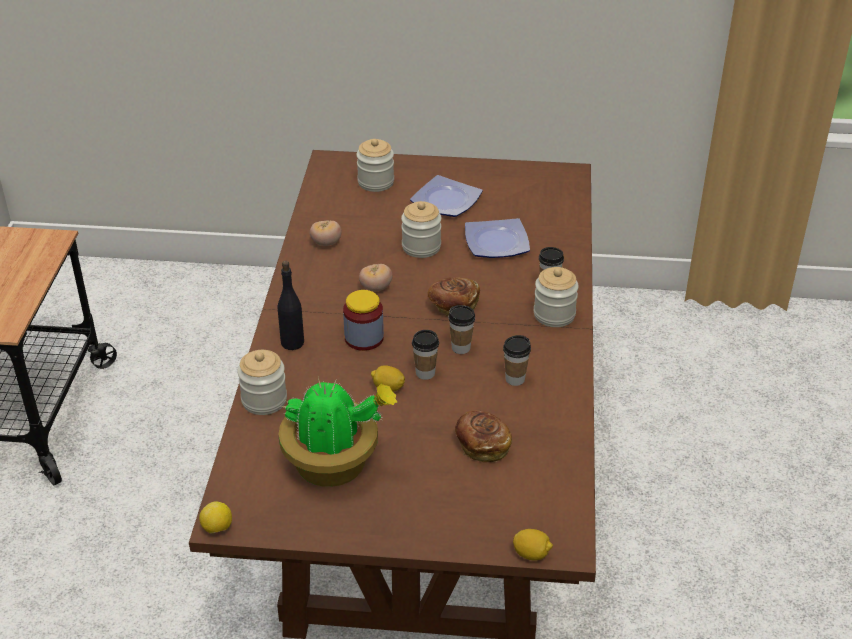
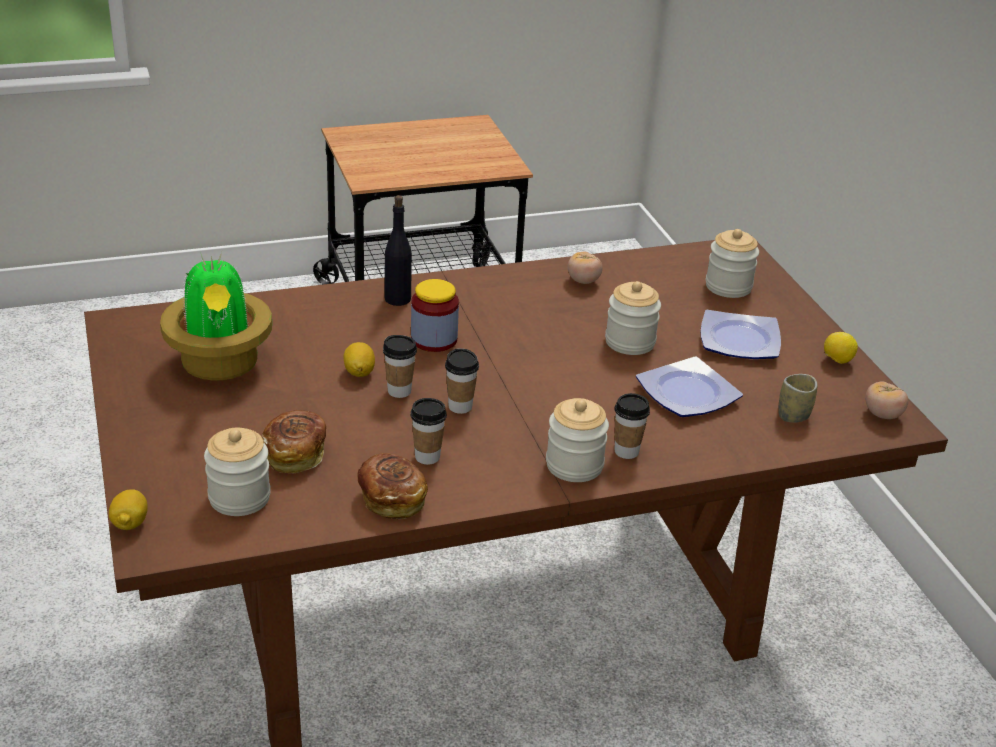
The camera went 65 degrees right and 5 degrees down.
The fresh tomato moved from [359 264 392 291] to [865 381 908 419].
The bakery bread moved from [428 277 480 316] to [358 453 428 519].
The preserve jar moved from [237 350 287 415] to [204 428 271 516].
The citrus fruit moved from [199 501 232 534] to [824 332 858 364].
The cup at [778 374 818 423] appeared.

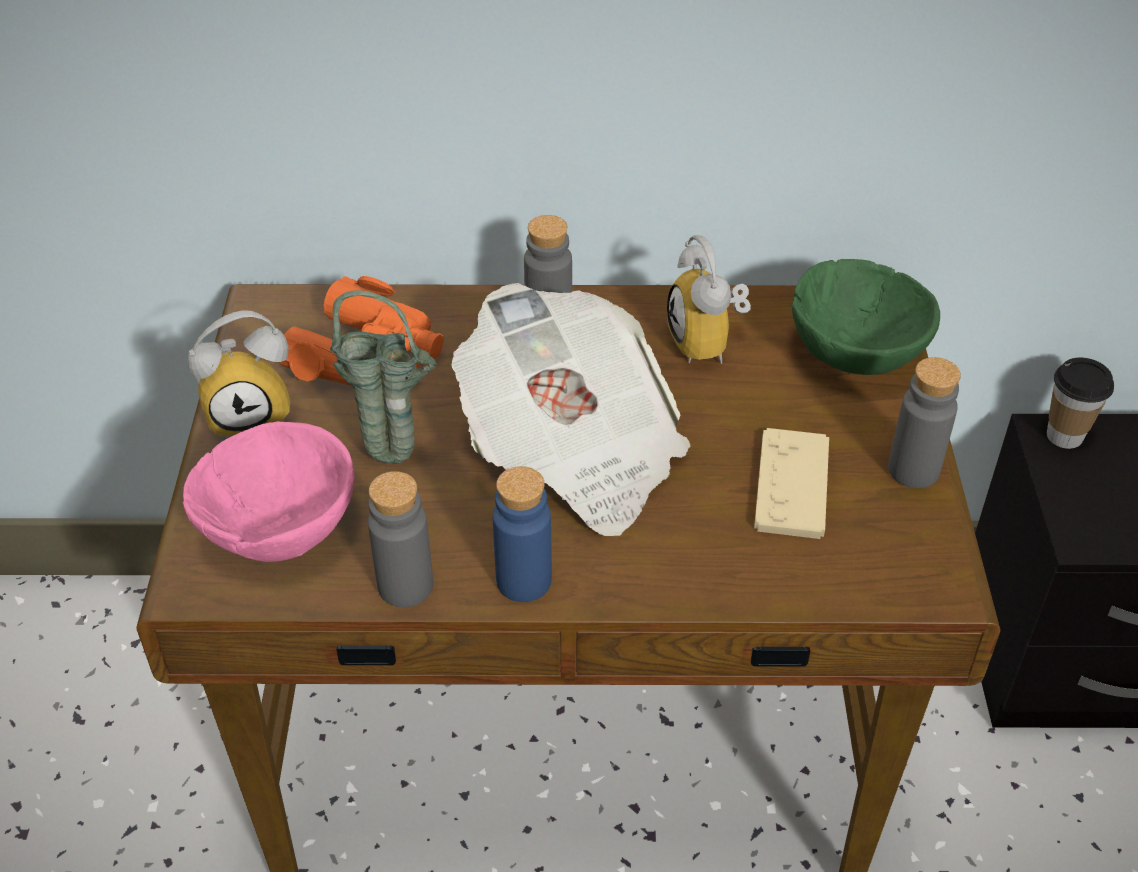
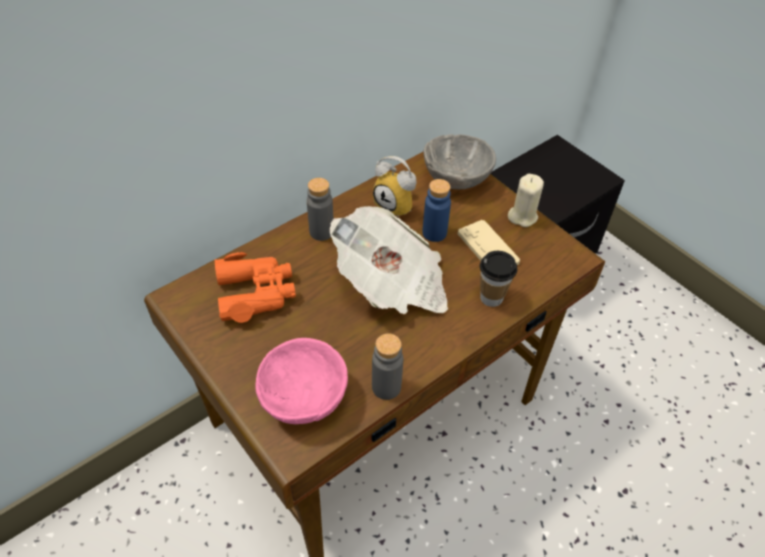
The camera went 40 degrees left and 5 degrees up.
The green-coloured deep dish at [792 259 940 375] became the greyish deep dish at [423 134 496 189].
The green-coloured vase at [330 290 436 464] disappeared.
The alarm clock at [188 310 290 440] disappeared.
The greyish bottle at [888 357 961 488] was replaced by the beige wax candle at [508 174 544 227].
The cup moved from [1047 358 1114 449] to [480 251 517 307].
The blue-coloured bottle moved from [493 466 552 602] to [422 179 451 242].

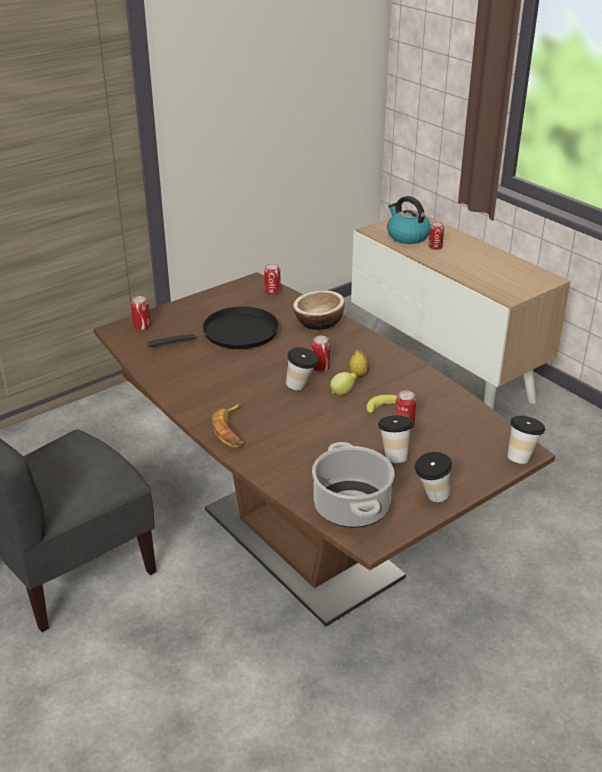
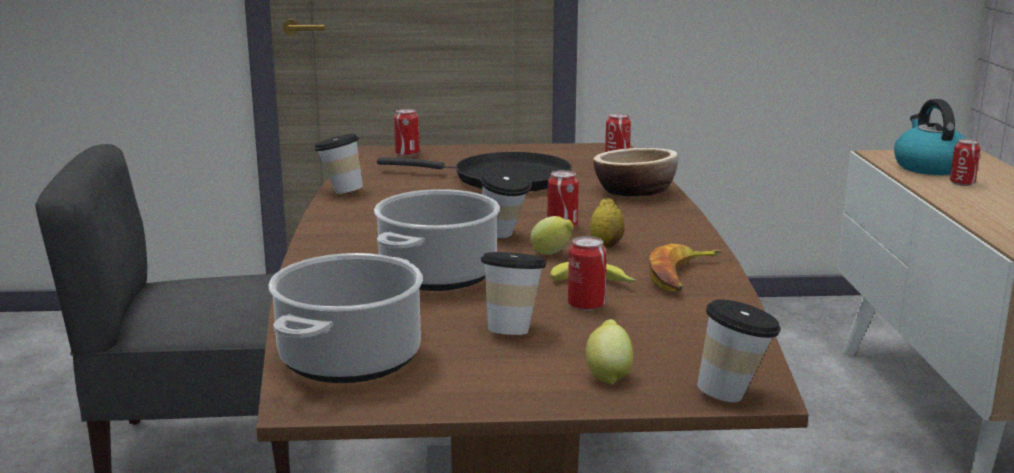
The camera went 35 degrees right and 15 degrees down.
The banana fruit moved from [212 404 243 447] to [649 244 722 292].
The cup moved from [414 452 452 502] to [314 134 363 194].
The stockpot at [374 189 500 291] appeared.
The citrus fruit at [586 319 633 384] appeared.

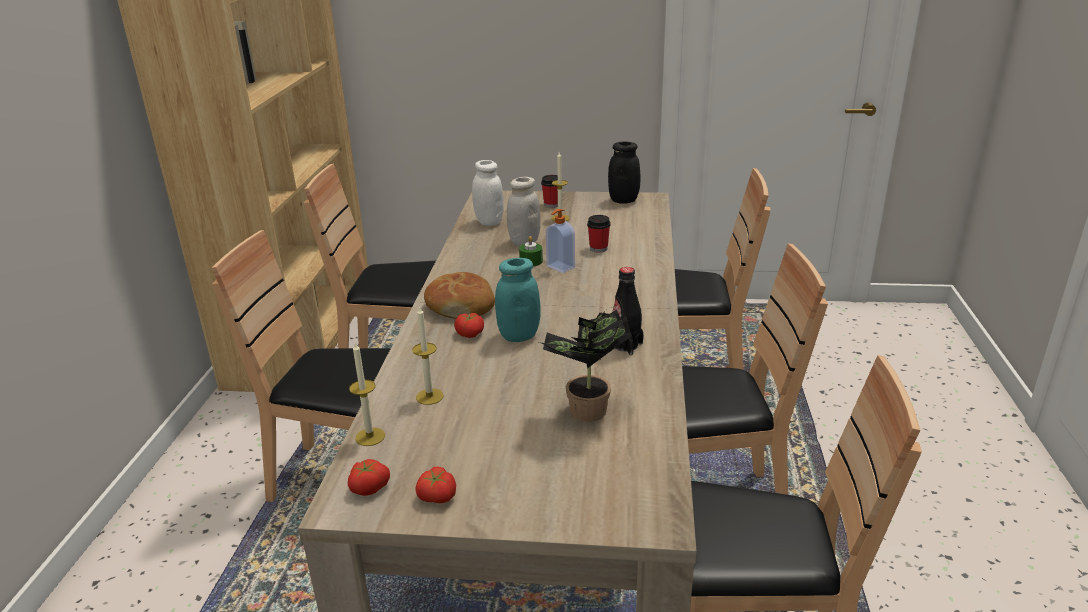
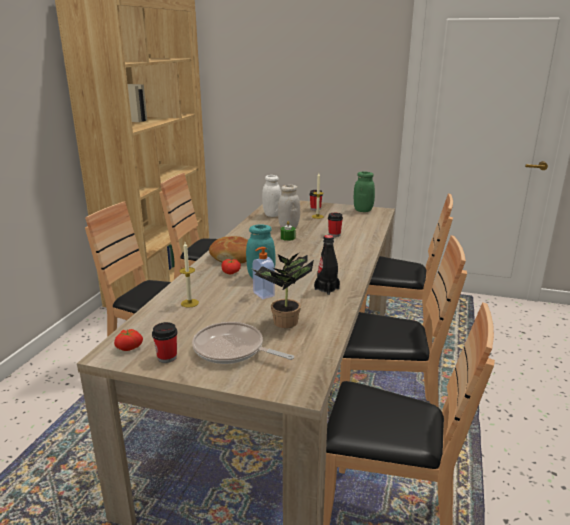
The camera went 10 degrees right and 5 degrees down.
The black-coloured preserve jar at [608 141 640 204] became the green-coloured preserve jar at [354 171 375 212].
The liquid soap bottle moved from [546 209 575 273] to [252 247 275 299].
The wax candle at [349 342 385 446] disappeared.
The fresh tomato at [415 466 456 503] was replaced by the cup at [152 322 177 363].
The frying pan at [192 322 294 364] appeared.

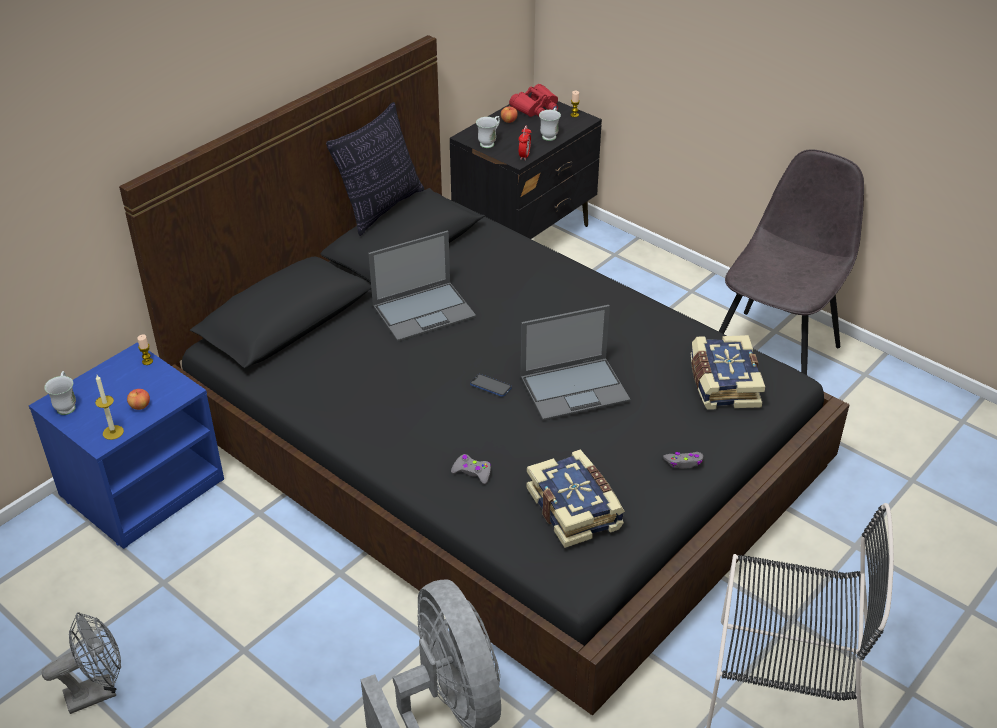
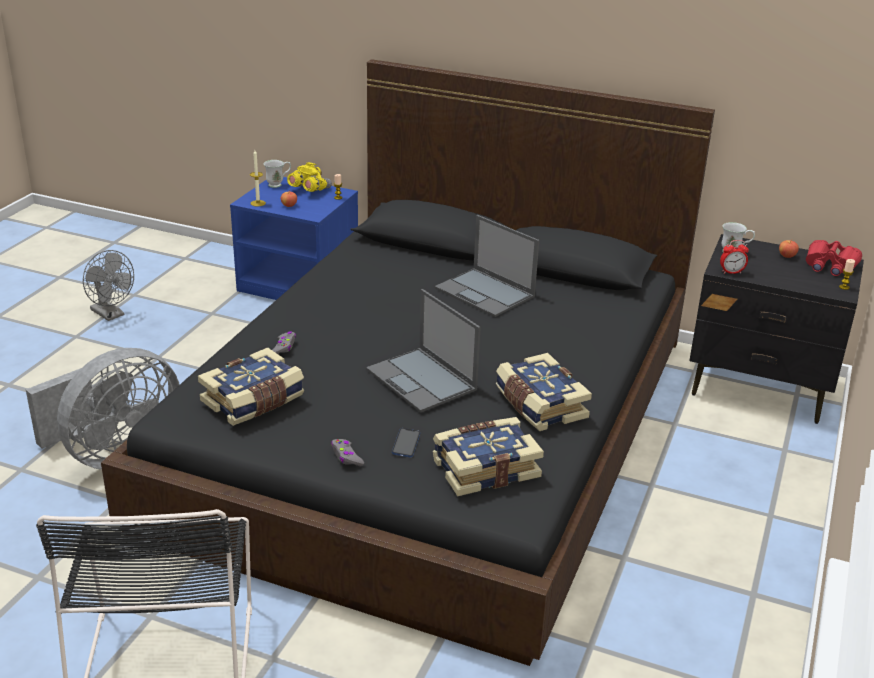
The camera went 70 degrees right and 10 degrees down.
The cushion at [326 102 424 236] disappeared.
The white-coloured coffee mug at [539 108 561 141] disappeared.
The greyish plain chair at [719 149 864 375] disappeared.
The phone moved from [470 374 512 397] to [392 428 420 457].
The yellow-coloured field glasses at [287 162 332 192] appeared.
The volume at [495 353 592 431] appeared.

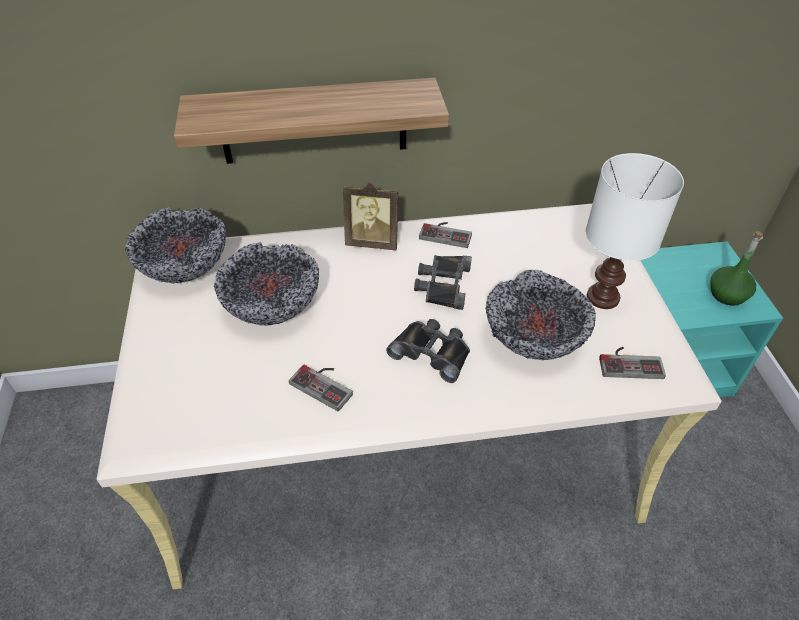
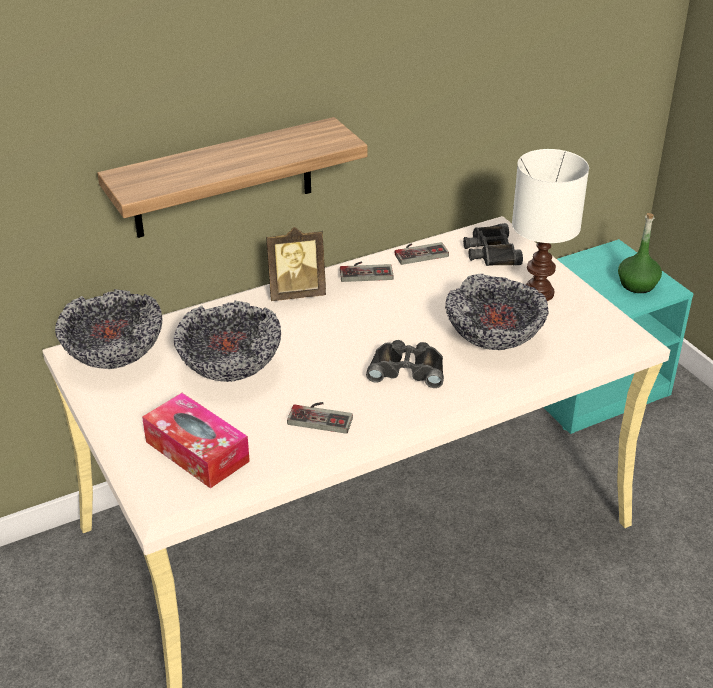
The camera went 20 degrees left and 10 degrees down.
The black-coloured field glasses moved from [414 255 472 310] to [463 223 523 266].
The joypad moved from [599 347 666 379] to [395 242 449 265].
The tissue holder at [142 393 250 488] appeared.

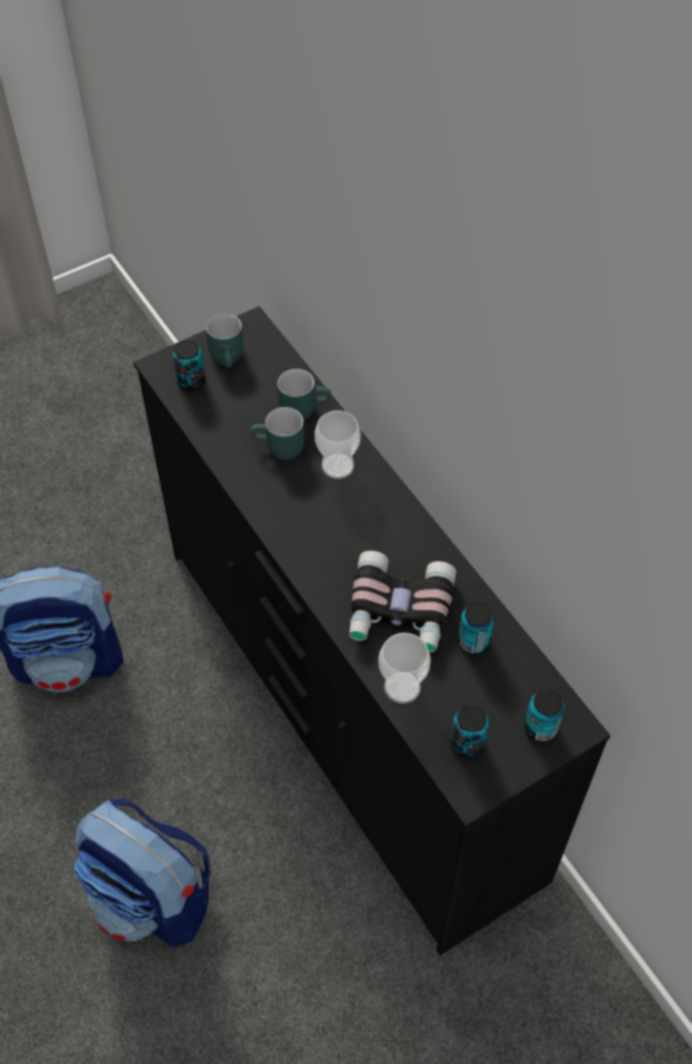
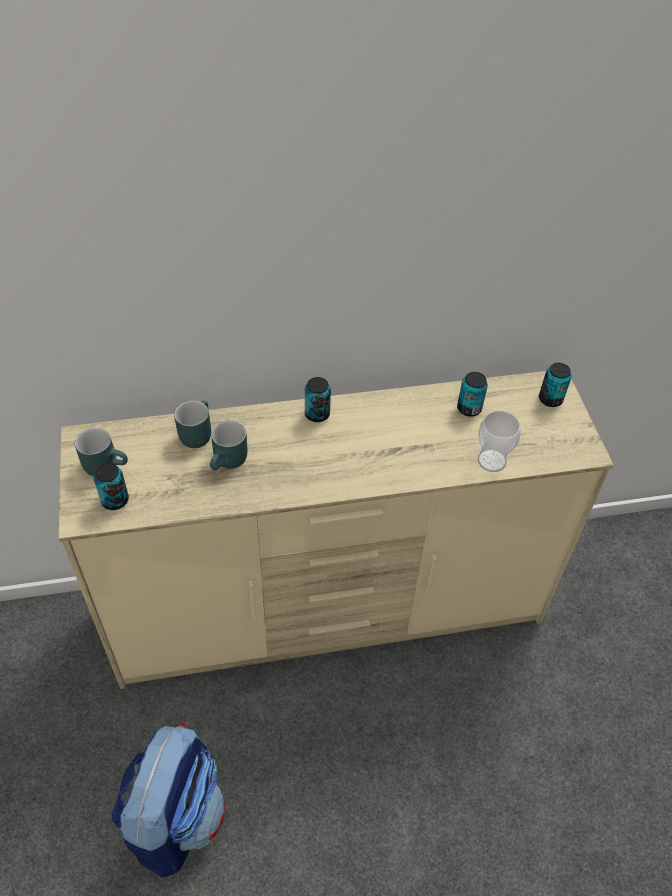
The camera went 70 degrees left and 5 degrees down.
The black-coloured dresser at [133 306 611 956] became the beige dresser at [58 371 614 689].
The cup at [315 410 361 479] disappeared.
The field glasses at [349 551 456 652] disappeared.
The metal can moved from [451 705 489 758] to [305 377 331 422].
The backpack at [74 798 211 947] disappeared.

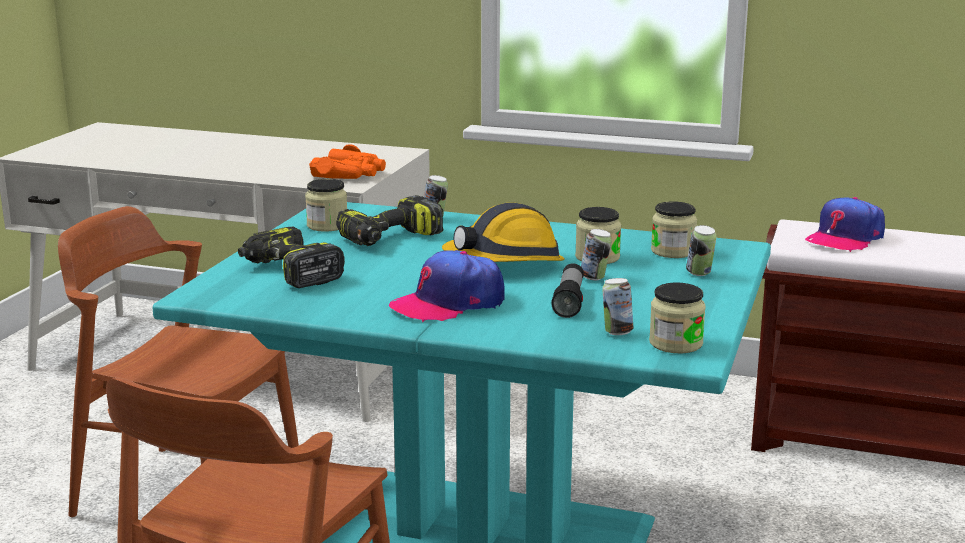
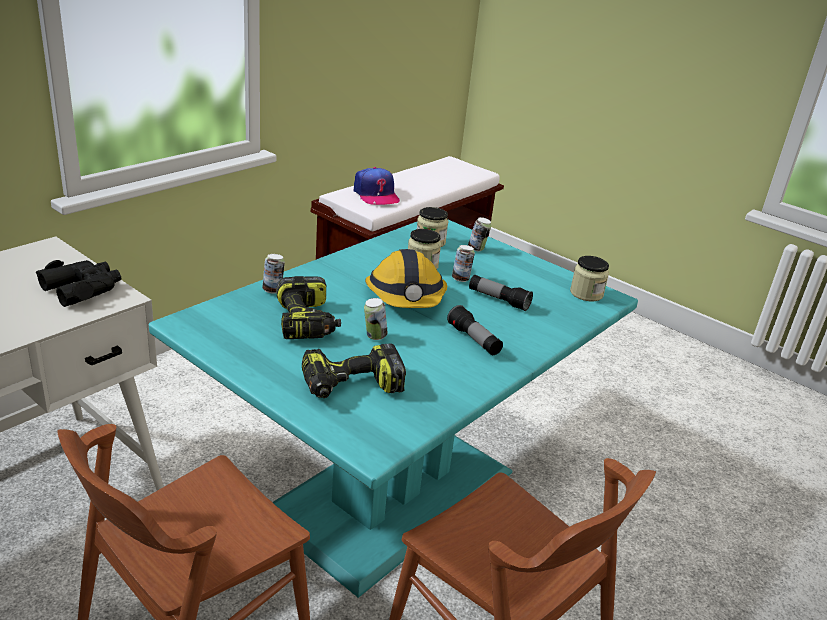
The camera went 70 degrees left and 10 degrees up.
The orange-coloured field glasses at [309 144 386 179] became the black-coloured field glasses at [36 260 121 307].
The preserve jar at [305 179 347 232] disappeared.
The baseball cap at [389 250 504 322] was replaced by the flashlight at [447 305 503 355].
The metal can moved from [602 278 633 335] to [364 298 388 340].

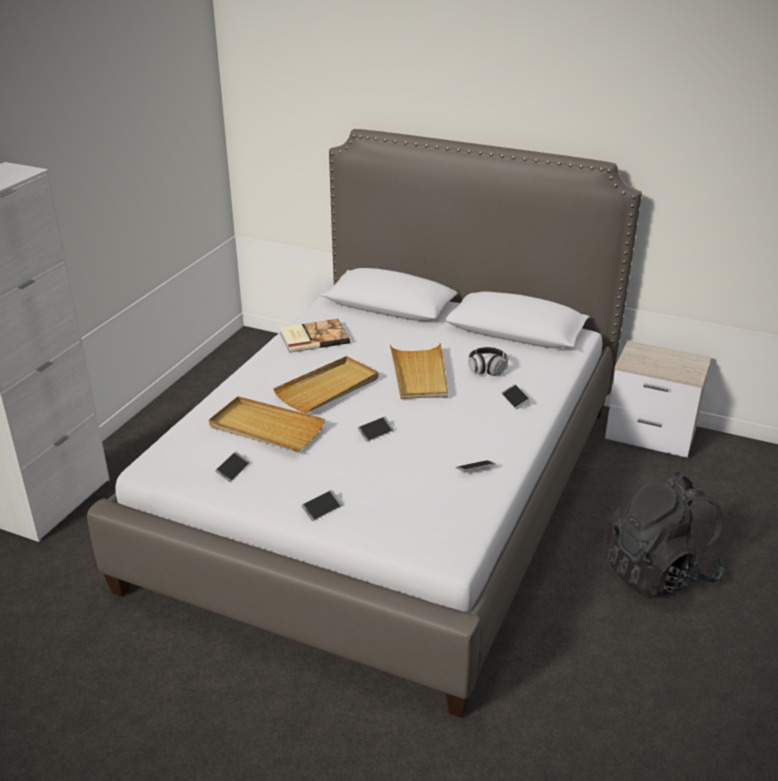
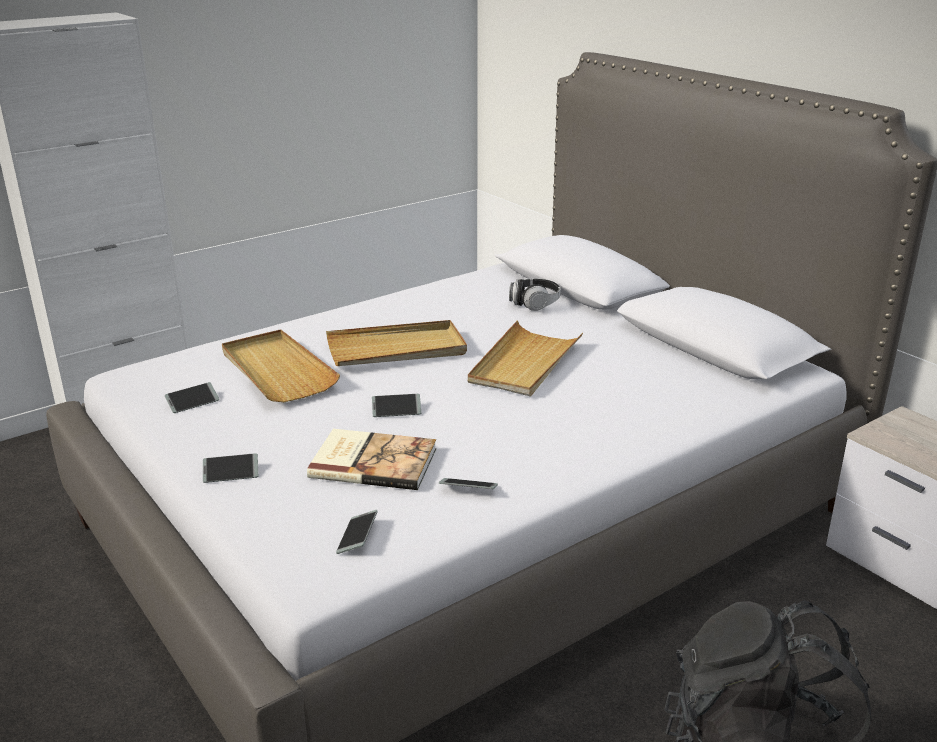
The camera went 30 degrees right and 5 degrees down.
The volume moved from [280 319 350 353] to [307 429 436 490].
The pair of headphones moved from [468 347 508 376] to [509 279 561 311].
The phone moved from [502 384 530 409] to [336 510 378 554].

